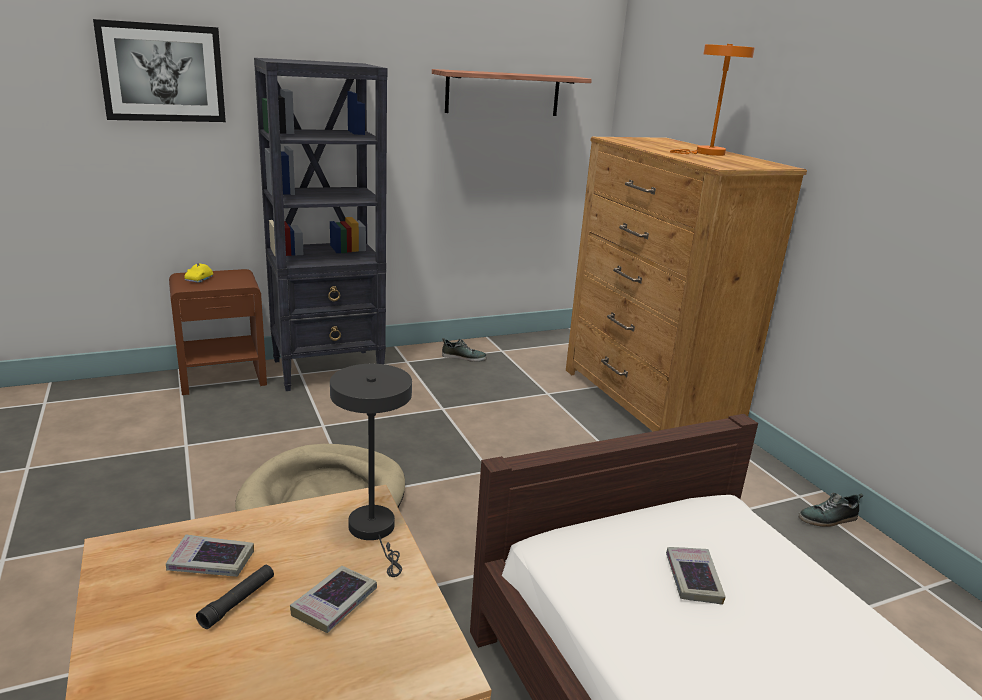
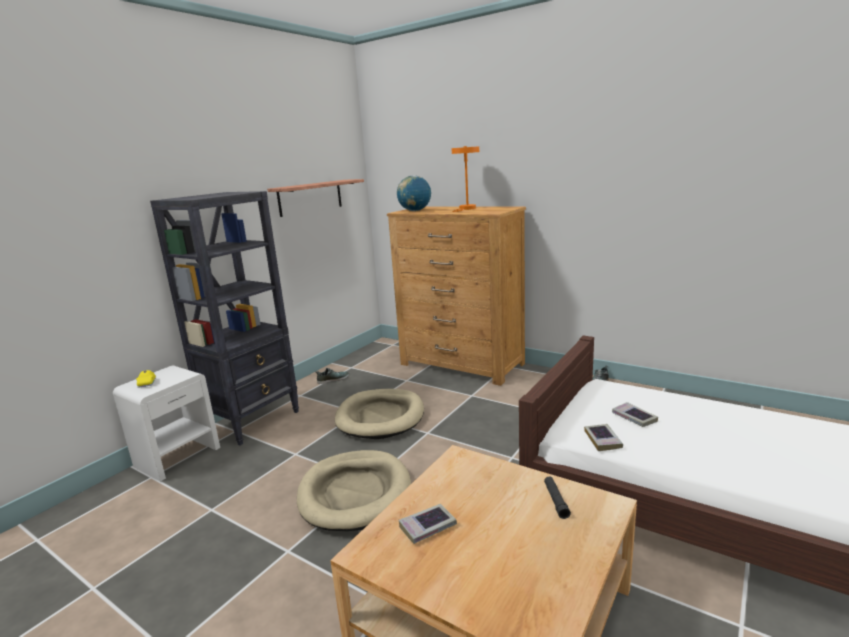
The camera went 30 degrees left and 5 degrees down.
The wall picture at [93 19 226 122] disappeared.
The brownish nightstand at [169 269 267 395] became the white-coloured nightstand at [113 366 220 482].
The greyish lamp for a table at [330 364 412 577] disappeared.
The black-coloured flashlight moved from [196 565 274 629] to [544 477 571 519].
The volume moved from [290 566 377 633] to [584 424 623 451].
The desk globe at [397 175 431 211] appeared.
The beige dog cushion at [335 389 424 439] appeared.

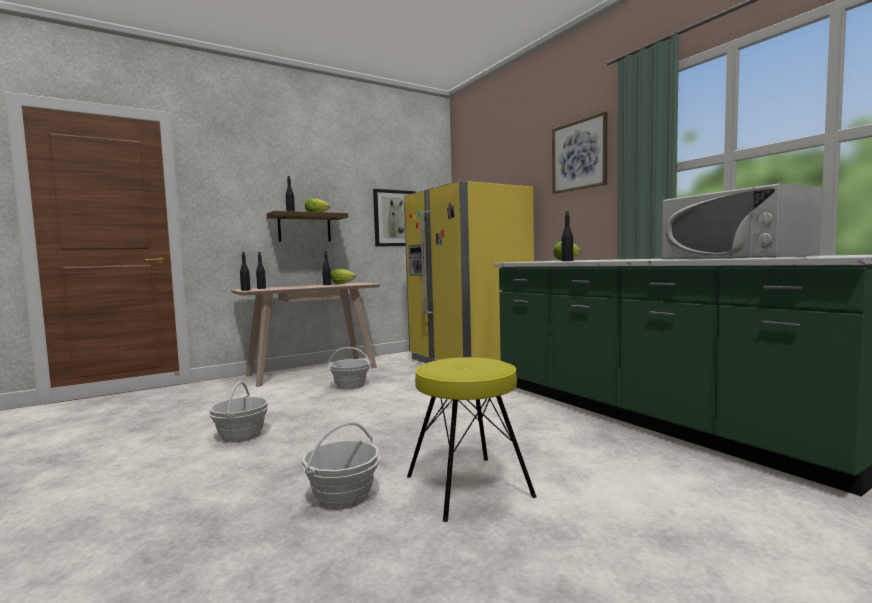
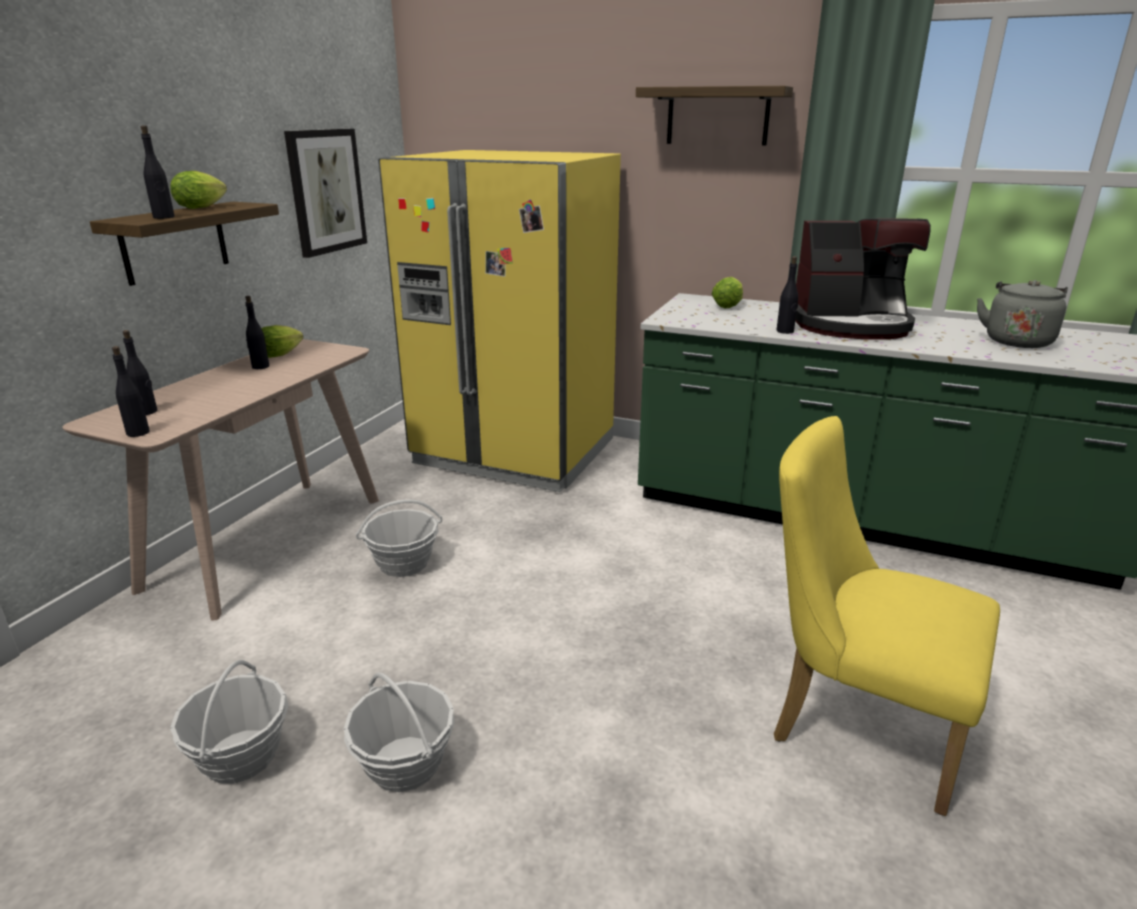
The camera went 35 degrees left and 20 degrees up.
The wall picture at [552 112 607 194] was replaced by the wall shelf at [636 86 793 145].
The white-coloured microwave at [662 183 823 259] was replaced by the greyish tea kettle at [977 280 1068 348].
The yellow-coloured stool at [407 357 537 522] was replaced by the yellow-coloured plain chair at [774 416 1000 816].
The storage basket moved from [302 421 380 510] to [170 660 288 783].
The coffee machine at [795 218 931 340] appeared.

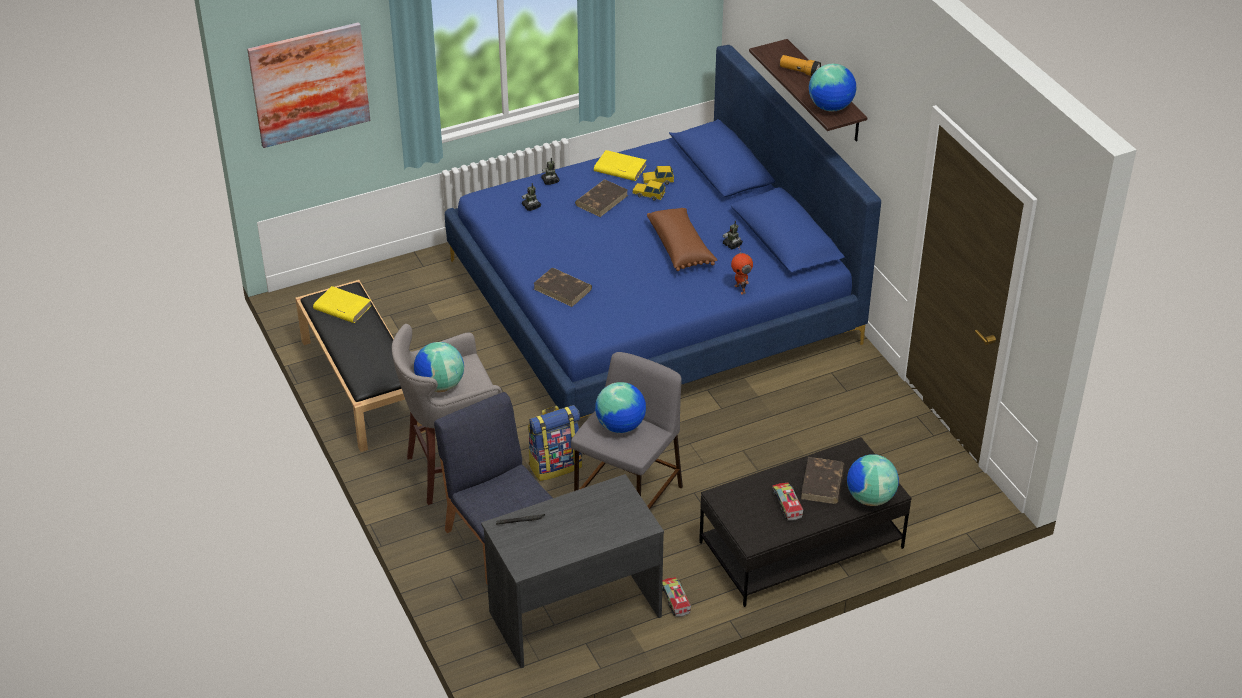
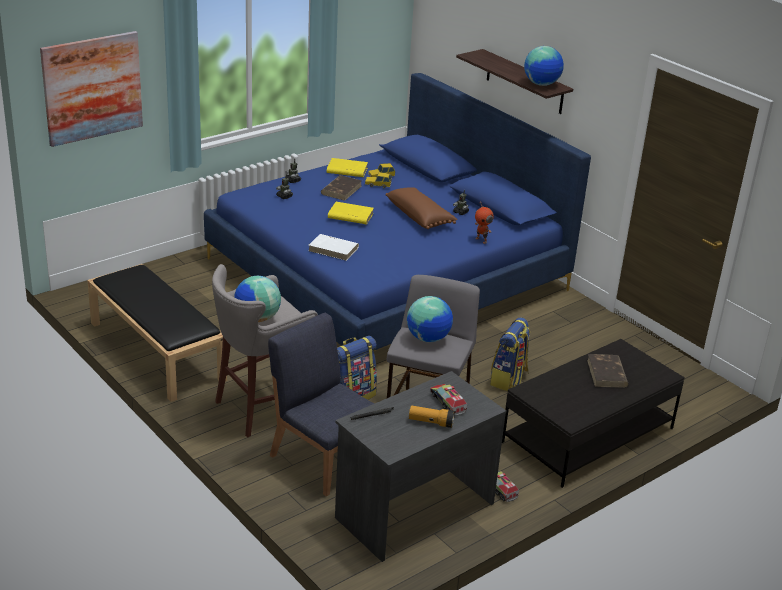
The camera went 15 degrees left and 10 degrees down.
The flashlight moved from [780 55 821 76] to [409 405 455 428].
The brownish volume at [533 268 592 307] became the white-coloured volume at [309 234 359 261].
The yellow-coloured volume moved from [313 286 372 323] to [328 202 374 224].
The desk globe at [847 454 899 506] disappeared.
The toy lorry moved from [772 482 803 520] to [430 384 467 416].
The backpack at [490 317 531 391] appeared.

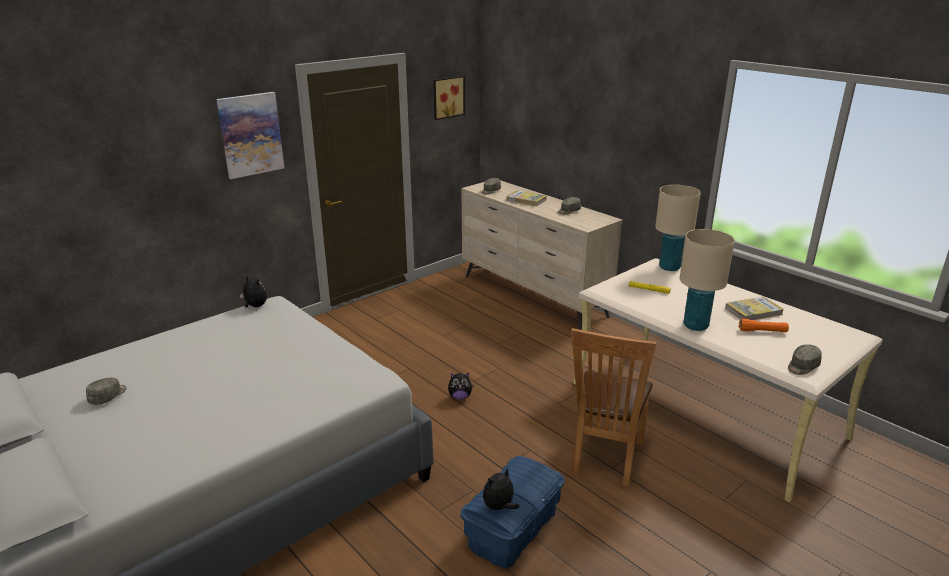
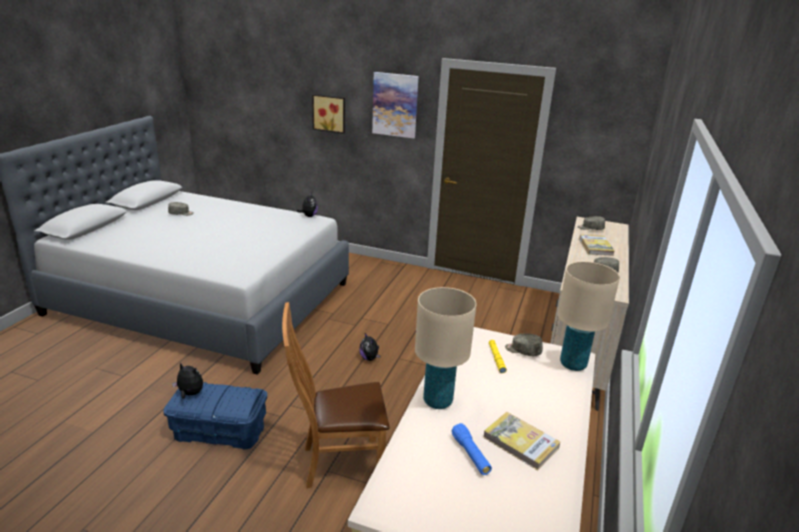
The camera went 60 degrees right and 0 degrees up.
The wall picture moved from [433 76 465 120] to [312 94 345 134].
The orange-coloured flashlight at [739 319 789 332] became the blue-coloured flashlight at [452 423 492 475].
The greyish baseball cap moved from [788 344 822 375] to [505 334 543 356].

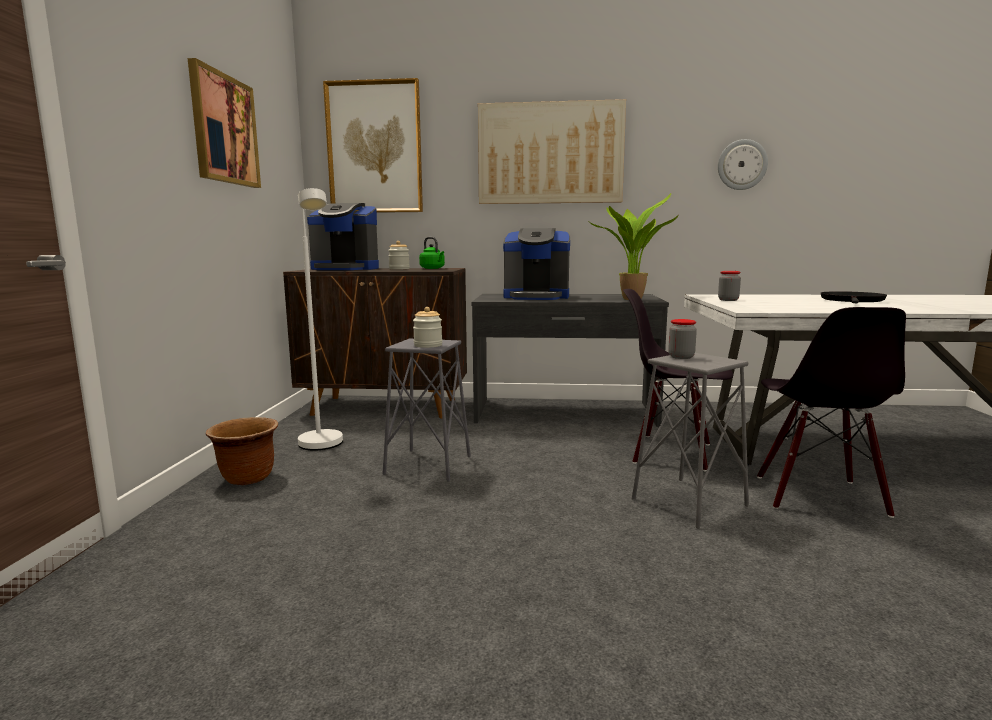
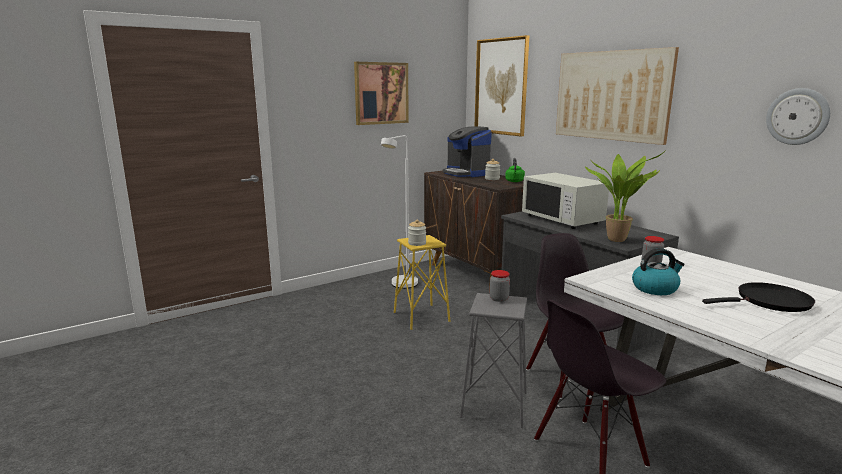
The camera went 50 degrees right and 5 degrees up.
The coffee machine at [503 228 570 300] was replaced by the white-coloured microwave at [522 173 609 229].
The greyish stool at [382 338 471 482] became the yellow-coloured stool at [394 235 450 330].
The brownish plant pot at [206 417 278 485] disappeared.
The tea kettle at [632 248 685 295] appeared.

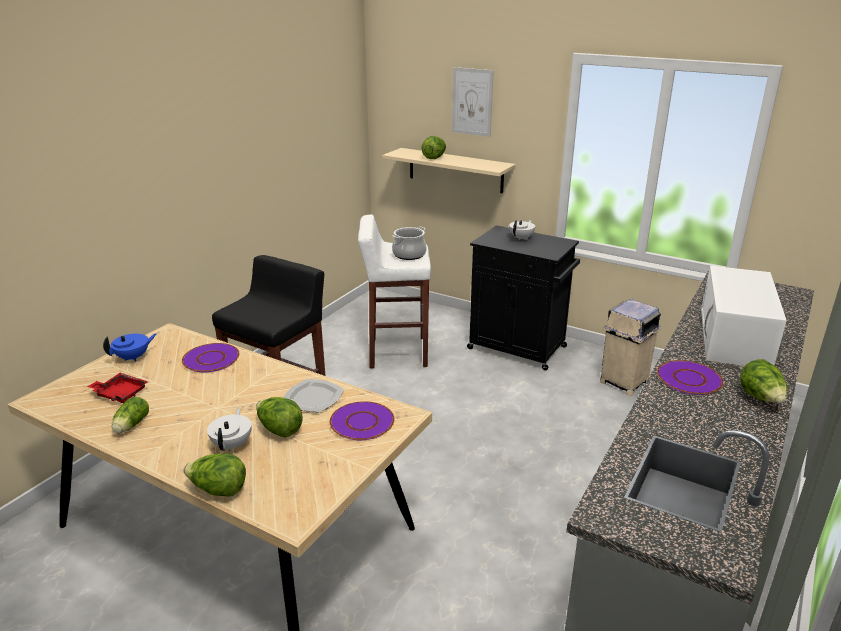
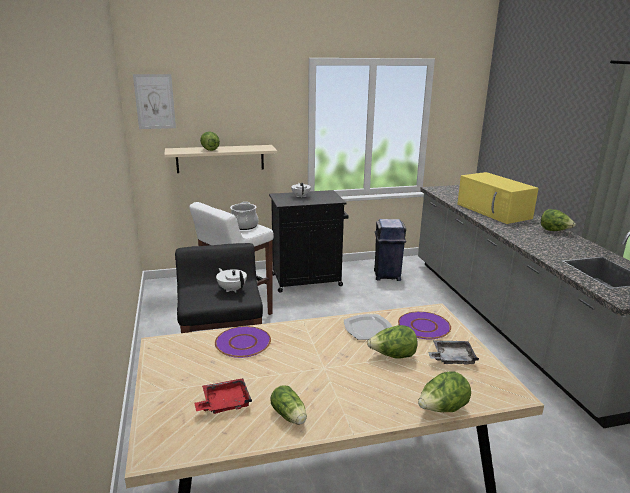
The camera went 45 degrees left and 5 degrees down.
The wall picture moved from [452 67 494 137] to [133 74 176 129].
The white-coloured microwave at [701 266 787 366] became the yellow-coloured microwave at [457 172 539 224].
The beige waste bin at [600 299 661 396] became the blue-coloured waste bin at [374 219 406 281].
The blue-coloured teapot at [103 333 157 362] disappeared.
The purplish plate at [657 360 724 395] disappeared.
The white-coloured teapot moved from [207 408 252 452] to [216 268 247 292].
The greyish serving tray at [428 340 479 365] appeared.

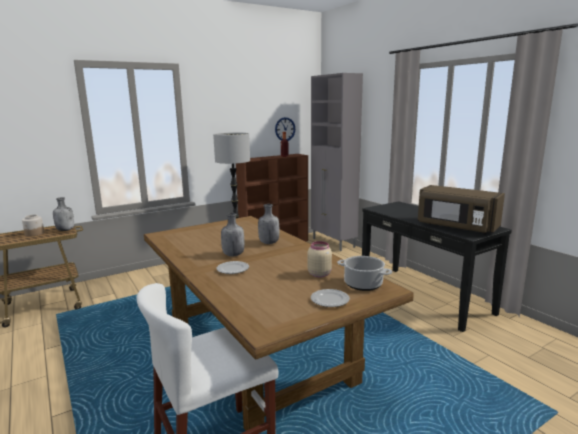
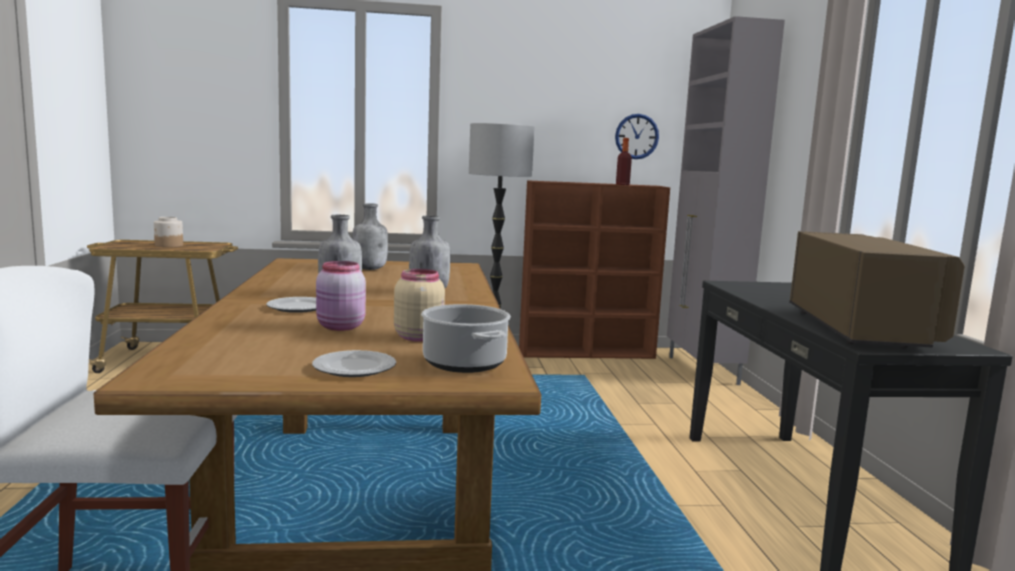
The camera went 25 degrees right and 5 degrees down.
The brownish microwave at [418 185 505 234] turned 150 degrees counterclockwise.
The greyish bottle moved from [53 197 74 231] to [352 203 388 270].
The pink-coloured preserve jar at [316 261 366 331] appeared.

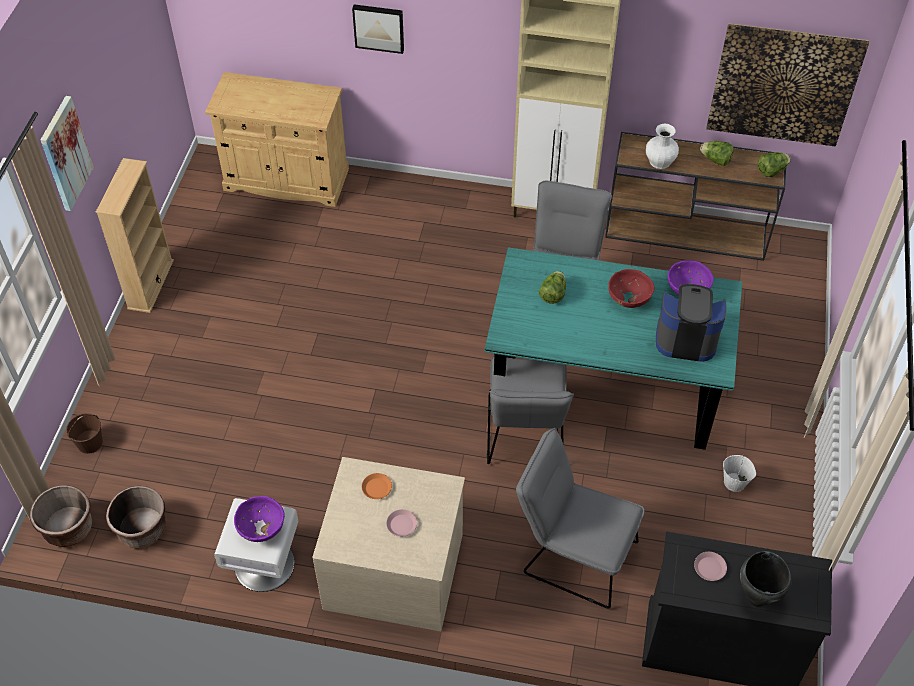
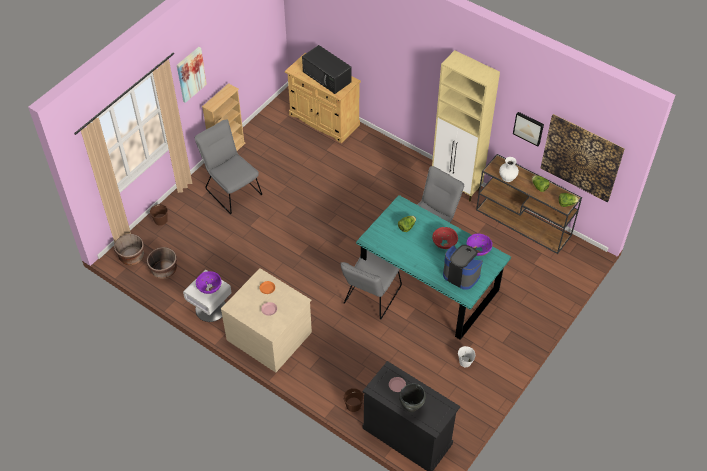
The camera went 25 degrees right and 0 degrees up.
The wall picture moved from [352 4 404 54] to [513 112 544 146].
The greyish plain chair moved from [516 428 645 609] to [195 120 262 214].
The black-coloured microwave at [302 45 351 94] appeared.
The brownish water bucket at [343 388 364 412] appeared.

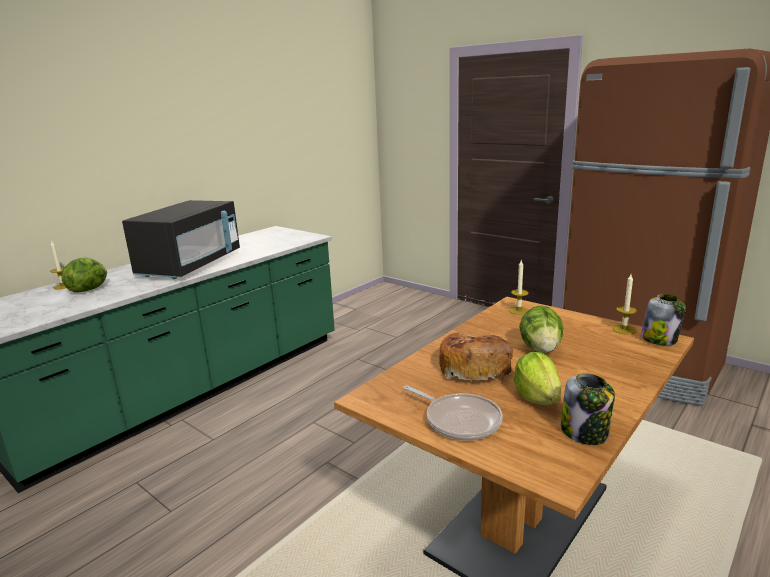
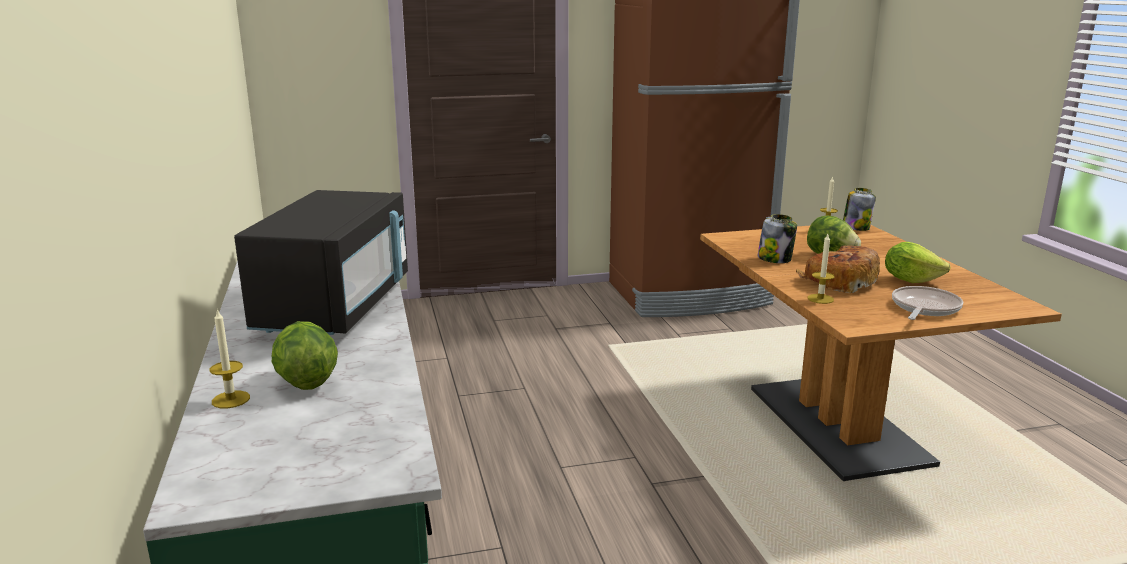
The camera went 55 degrees left and 0 degrees up.
The black-coloured microwave at [122 200 240 279] turned 45 degrees clockwise.
The wax candle moved from [509 260 529 315] to [807 234 835 304].
The preserve jar moved from [561 373 615 445] to [758 214 797 263].
The frying pan at [403 385 503 440] turned 45 degrees counterclockwise.

